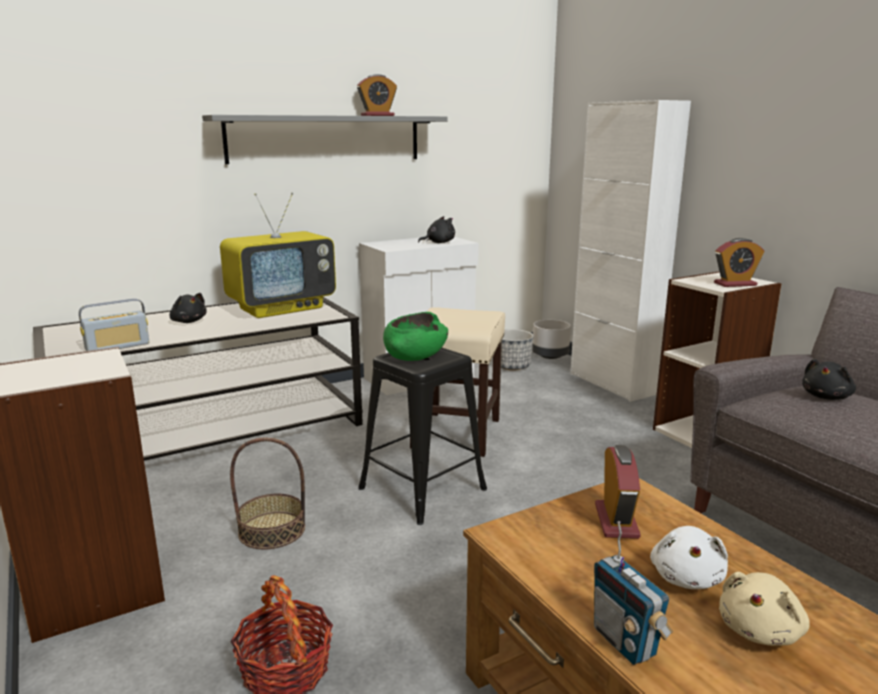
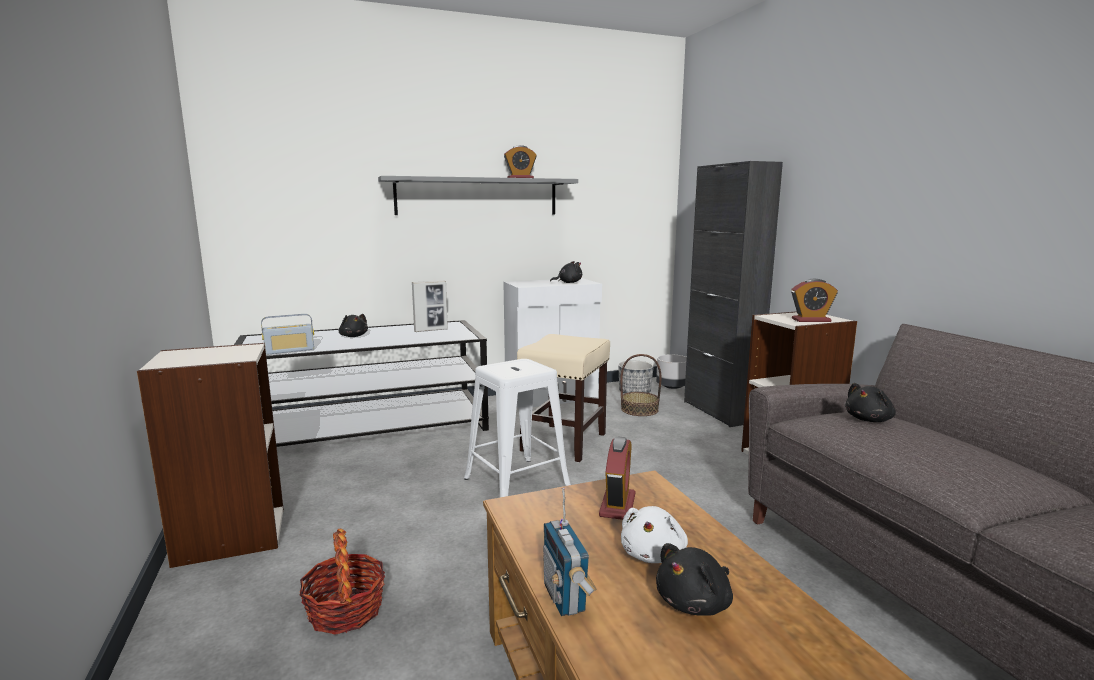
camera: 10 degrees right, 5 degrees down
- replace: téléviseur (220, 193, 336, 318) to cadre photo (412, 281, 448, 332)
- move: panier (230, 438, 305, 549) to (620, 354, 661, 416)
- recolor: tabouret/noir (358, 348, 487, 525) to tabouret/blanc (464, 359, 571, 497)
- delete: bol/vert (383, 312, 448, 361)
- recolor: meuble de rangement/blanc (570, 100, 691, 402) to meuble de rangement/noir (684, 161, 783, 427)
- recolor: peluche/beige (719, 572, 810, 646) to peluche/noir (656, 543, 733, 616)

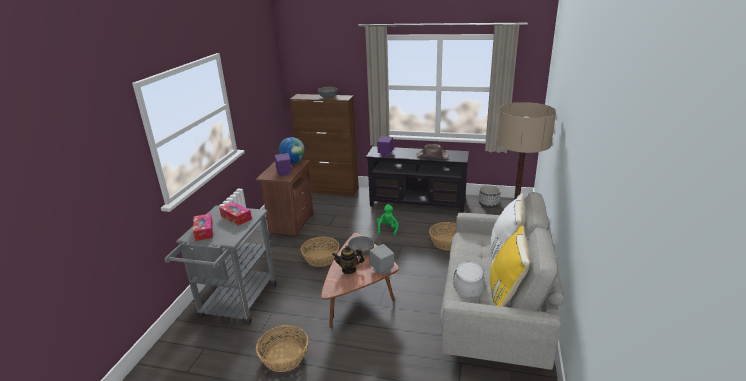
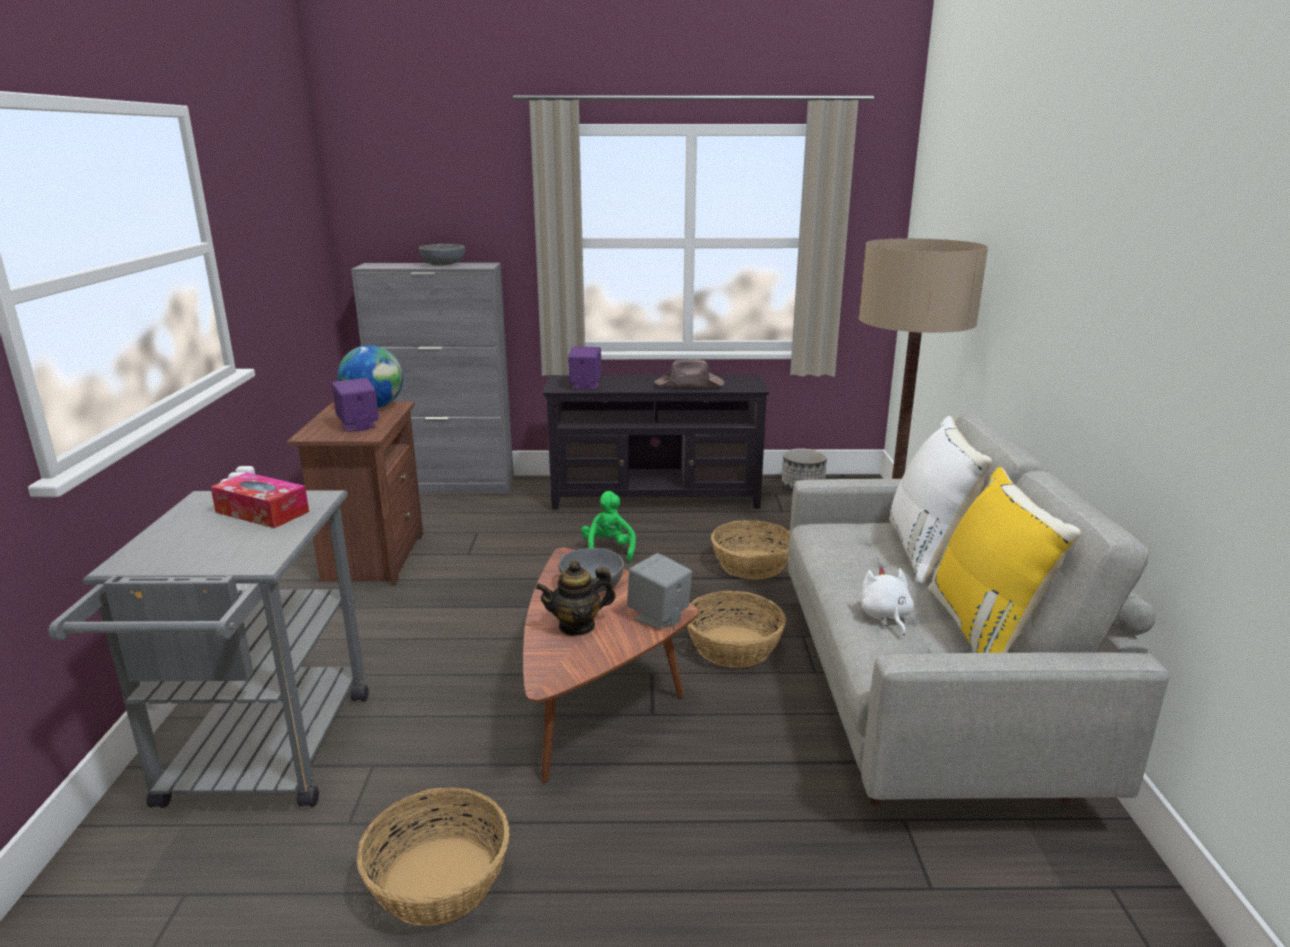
camera: 15 degrees left, 5 degrees down
- delete: boîte à mouchoirs (193, 213, 213, 241)
- recolor: meuble de rangement/marron (290, 94, 359, 196) to meuble de rangement/gris (351, 263, 514, 493)
- move: panier (301, 236, 340, 267) to (687, 591, 786, 668)
- replace: chapeau/gris (453, 262, 485, 297) to peluche/blanc (860, 566, 914, 635)

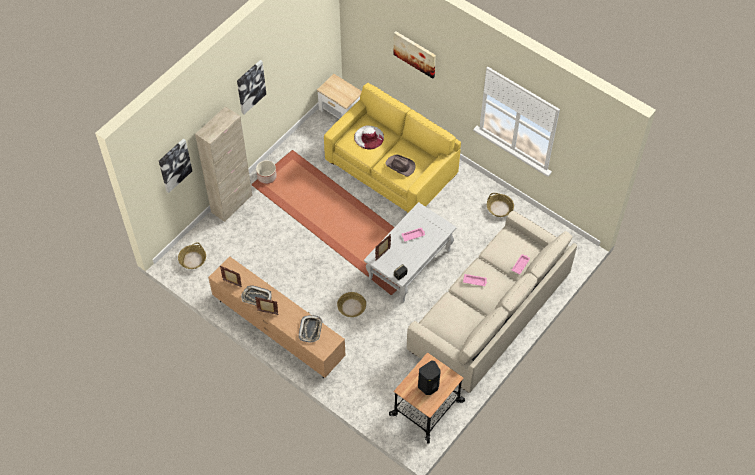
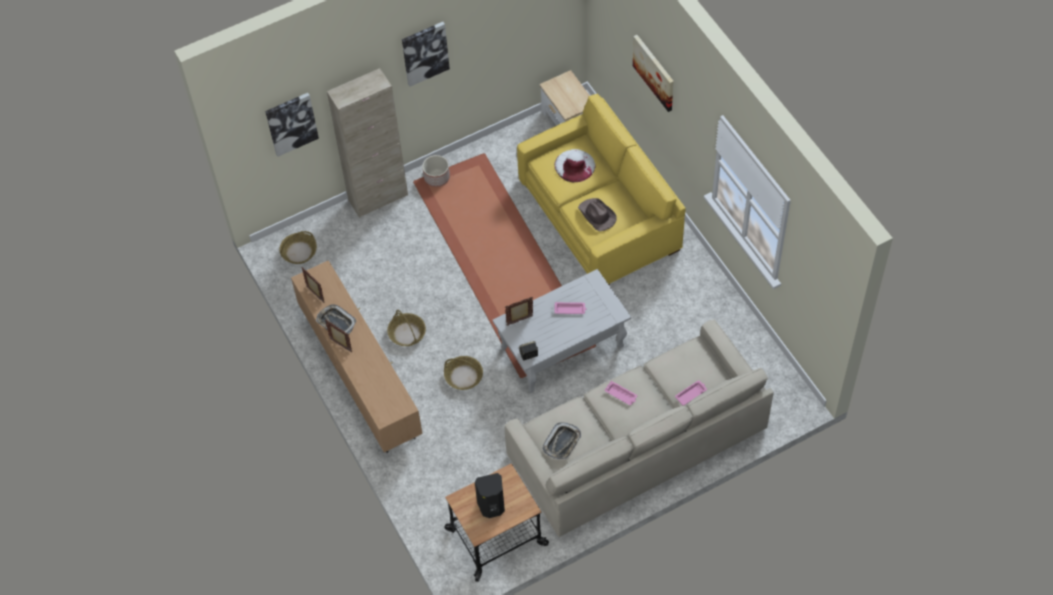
camera: 25 degrees right, 0 degrees up
- move: plateau (299, 315, 323, 343) to (543, 422, 581, 459)
- move: panier (487, 193, 514, 217) to (387, 310, 426, 346)

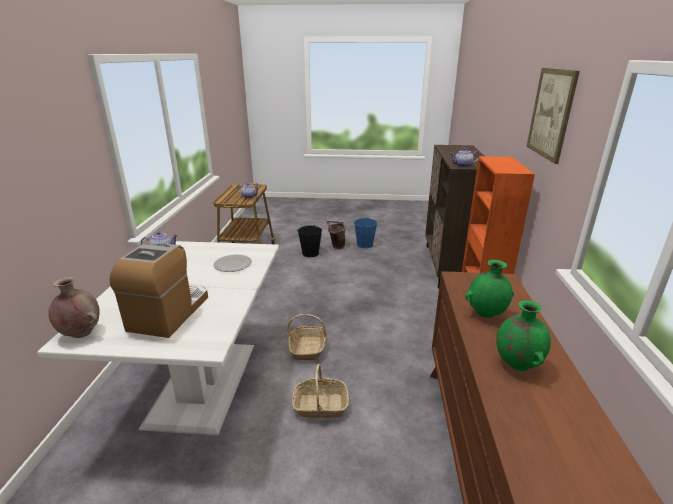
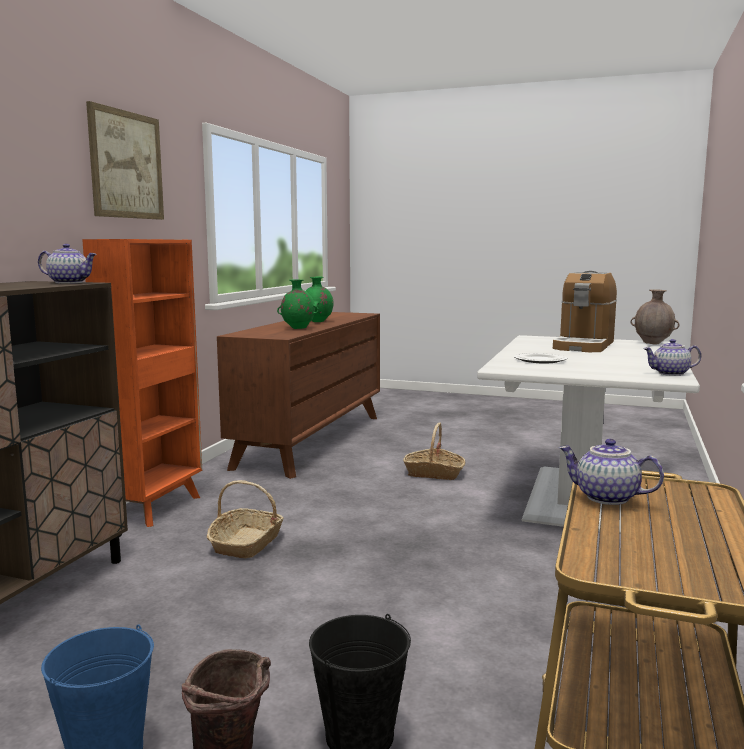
camera: 165 degrees left, 15 degrees down
- move: panier (287, 314, 327, 361) to (207, 480, 284, 558)

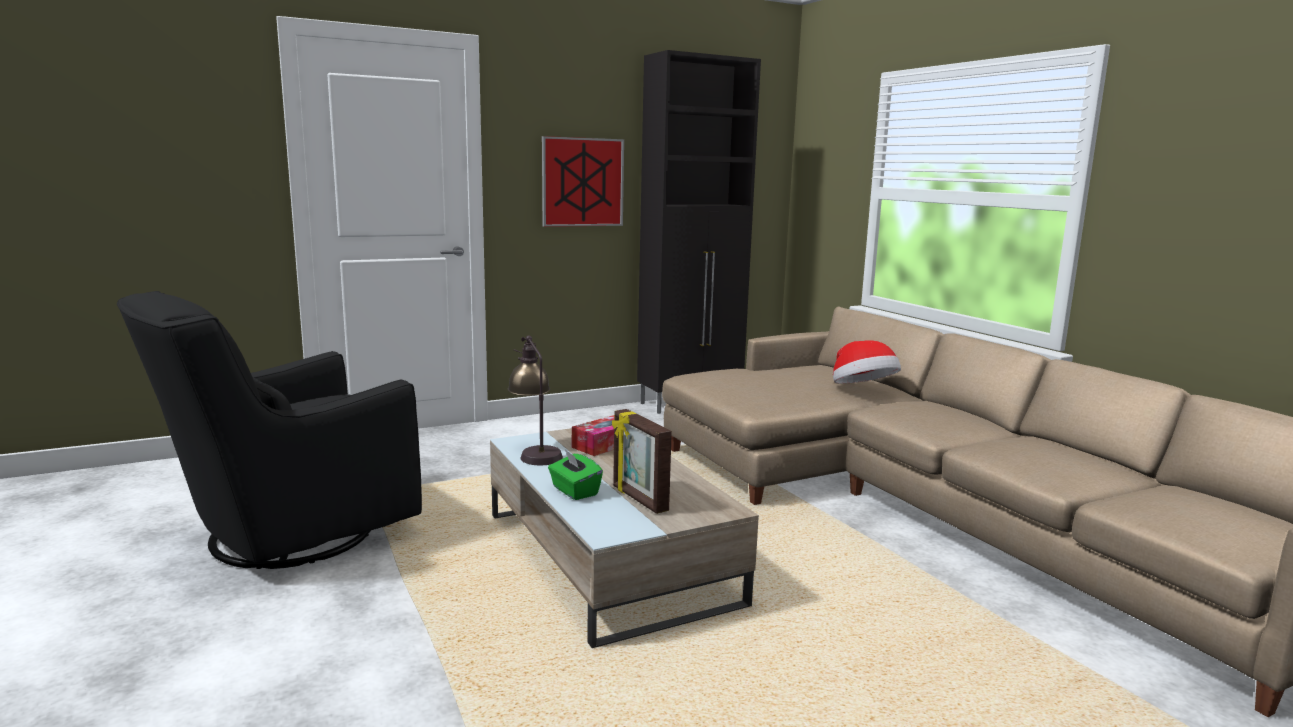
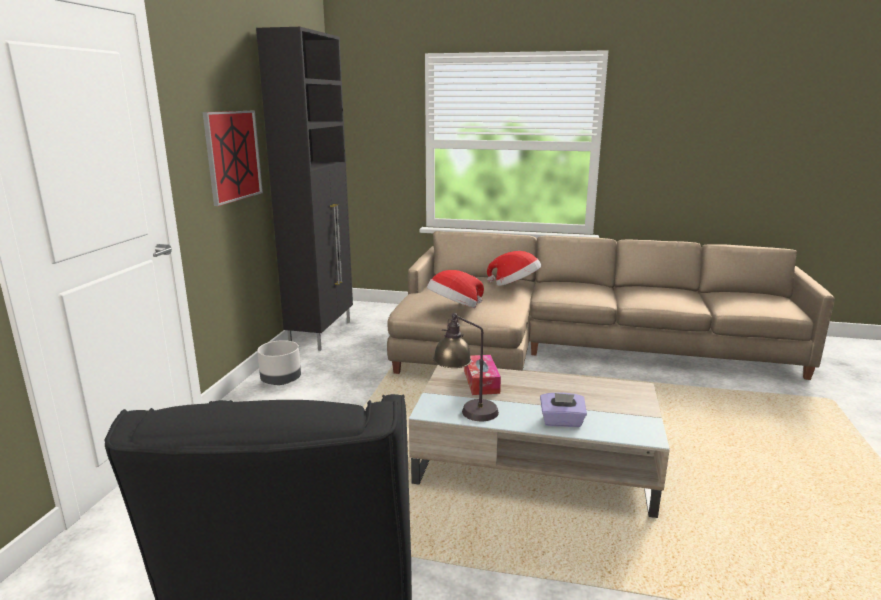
camera: 50 degrees left, 5 degrees up
- recolor: boîte à mouchoirs/vert (548, 450, 603, 500) to boîte à mouchoirs/violet (540, 392, 587, 427)
- delete: cadre photo (612, 409, 672, 514)
- insert: cache-pot/gris (257, 340, 301, 385)
- insert: chapeau (427, 270, 484, 308)

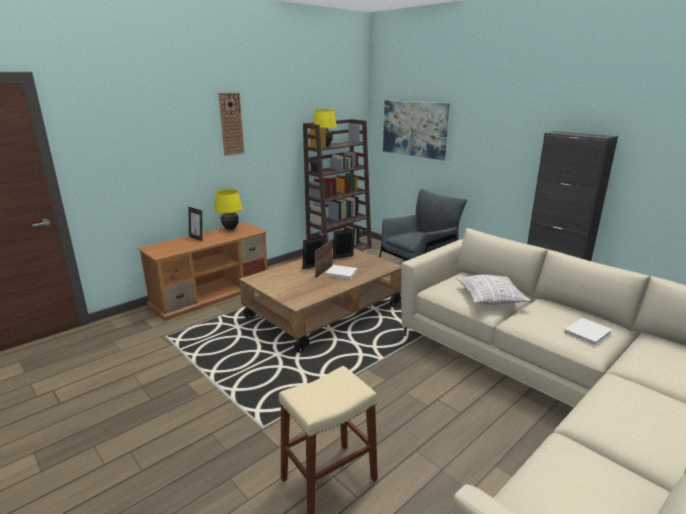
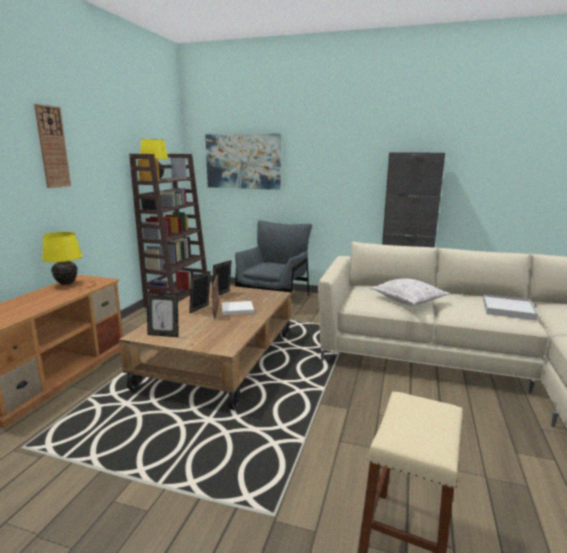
camera: 30 degrees left, 5 degrees down
- move: cadre photo (188, 207, 202, 241) to (146, 292, 179, 337)
- replace: livre/blanc (564, 318, 613, 346) to plateau/blanc (483, 294, 538, 320)

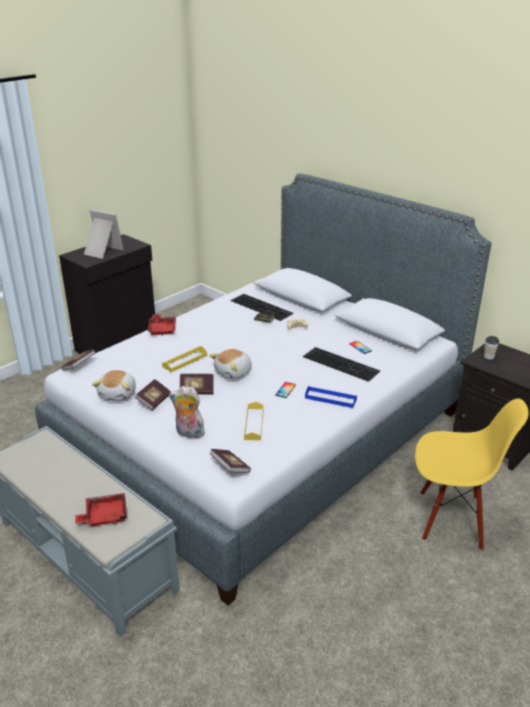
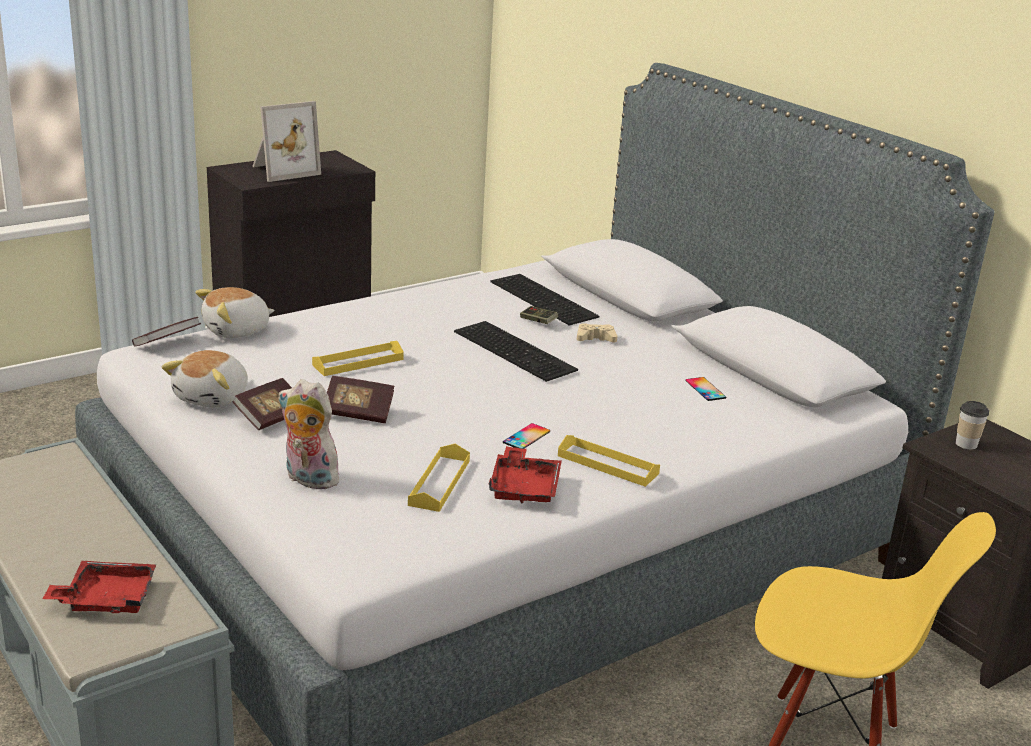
camera: 10 degrees right, 5 degrees down
- rotate: cadre photo (84, 209, 124, 259) = (252, 101, 321, 182) 105 degrees clockwise
- move: plateau/rouge (148, 315, 176, 336) to (489, 446, 562, 504)
- move: peluche (209, 349, 252, 379) to (196, 287, 275, 338)
- delete: livre (210, 449, 251, 473)
- move: clavier (303, 347, 380, 382) to (454, 321, 578, 382)
- recolor: plateau/bleu (305, 386, 357, 408) to plateau/jaune (558, 435, 660, 487)

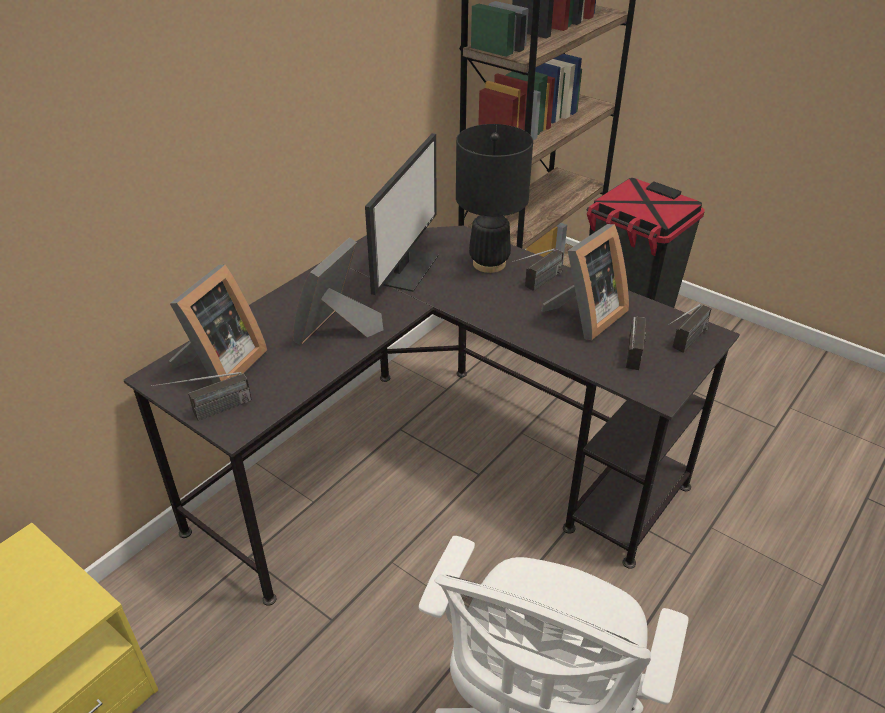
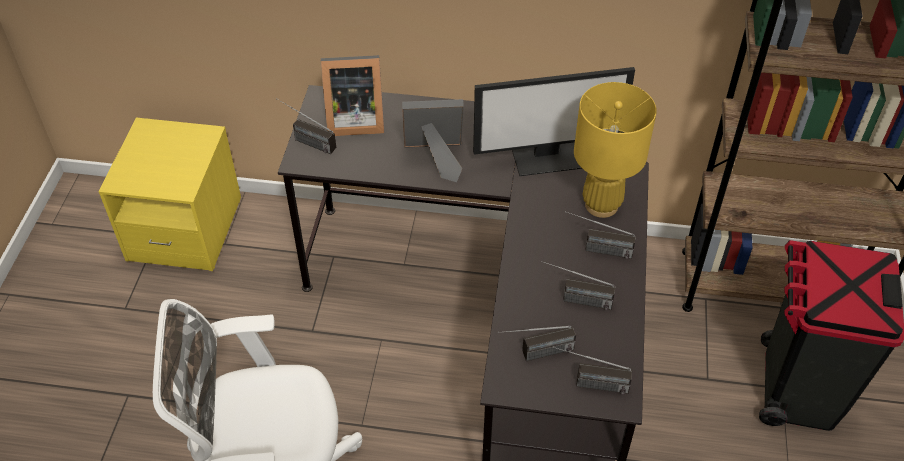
camera: 60 degrees right, 10 degrees up
- recolor: lampe de table/noir (456, 124, 533, 273) to lampe de table/jaune (574, 82, 657, 218)
- replace: cadre photo (541, 224, 629, 340) to radio (541, 261, 615, 310)

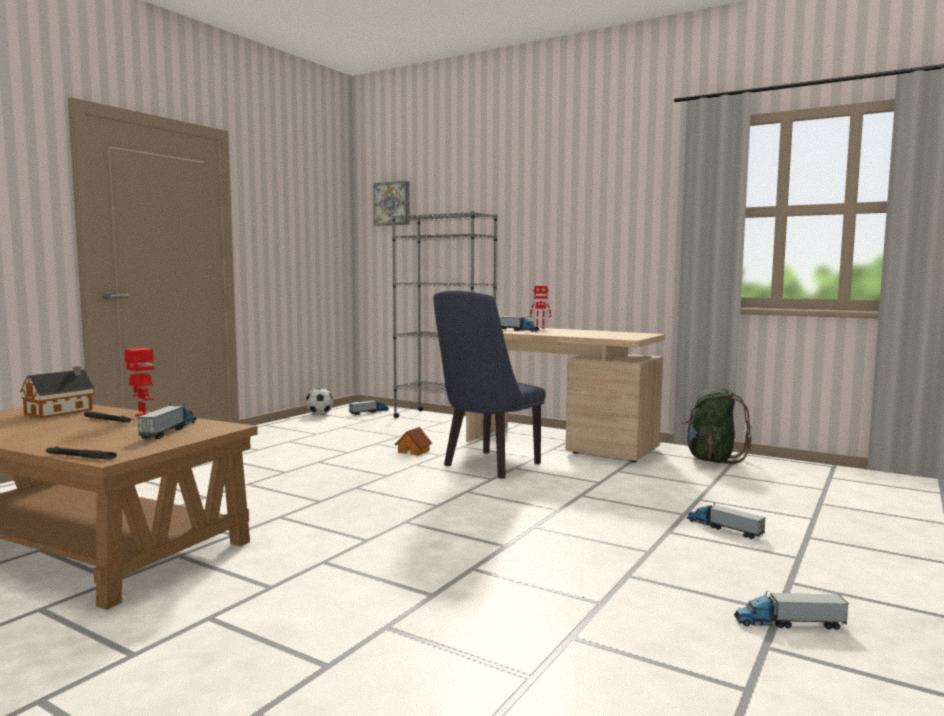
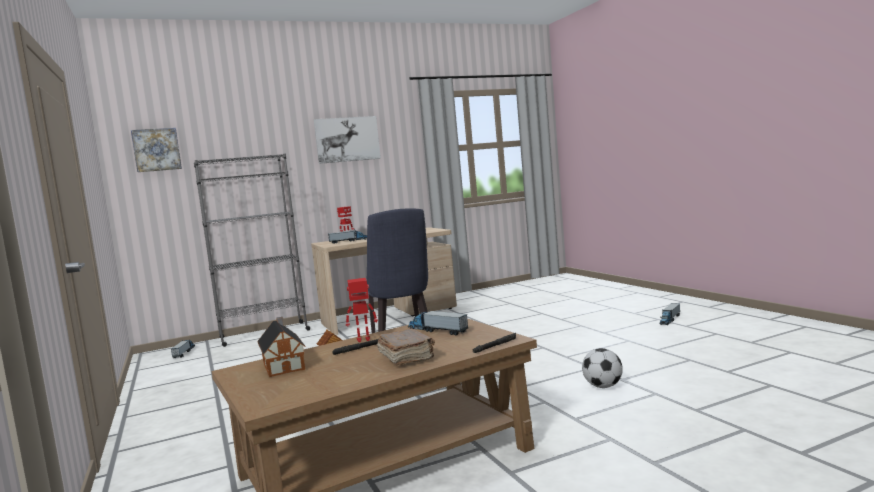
camera: 55 degrees left, 0 degrees up
- move: ballon de foot (306, 388, 333, 415) to (582, 348, 623, 388)
- delete: sac à dos/vert (681, 388, 752, 464)
- delete: camion jouet (687, 503, 766, 539)
- insert: tableau (314, 116, 381, 164)
- insert: livre/marron (377, 328, 435, 365)

